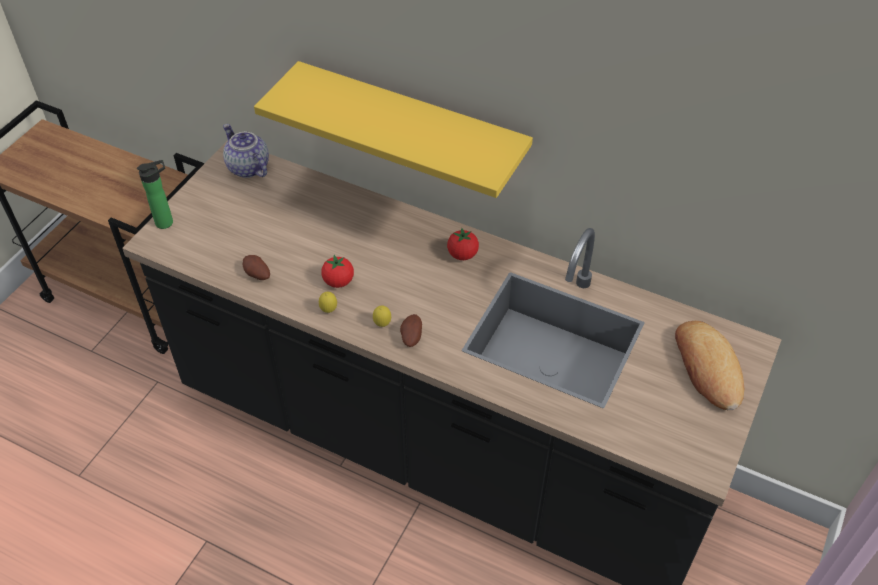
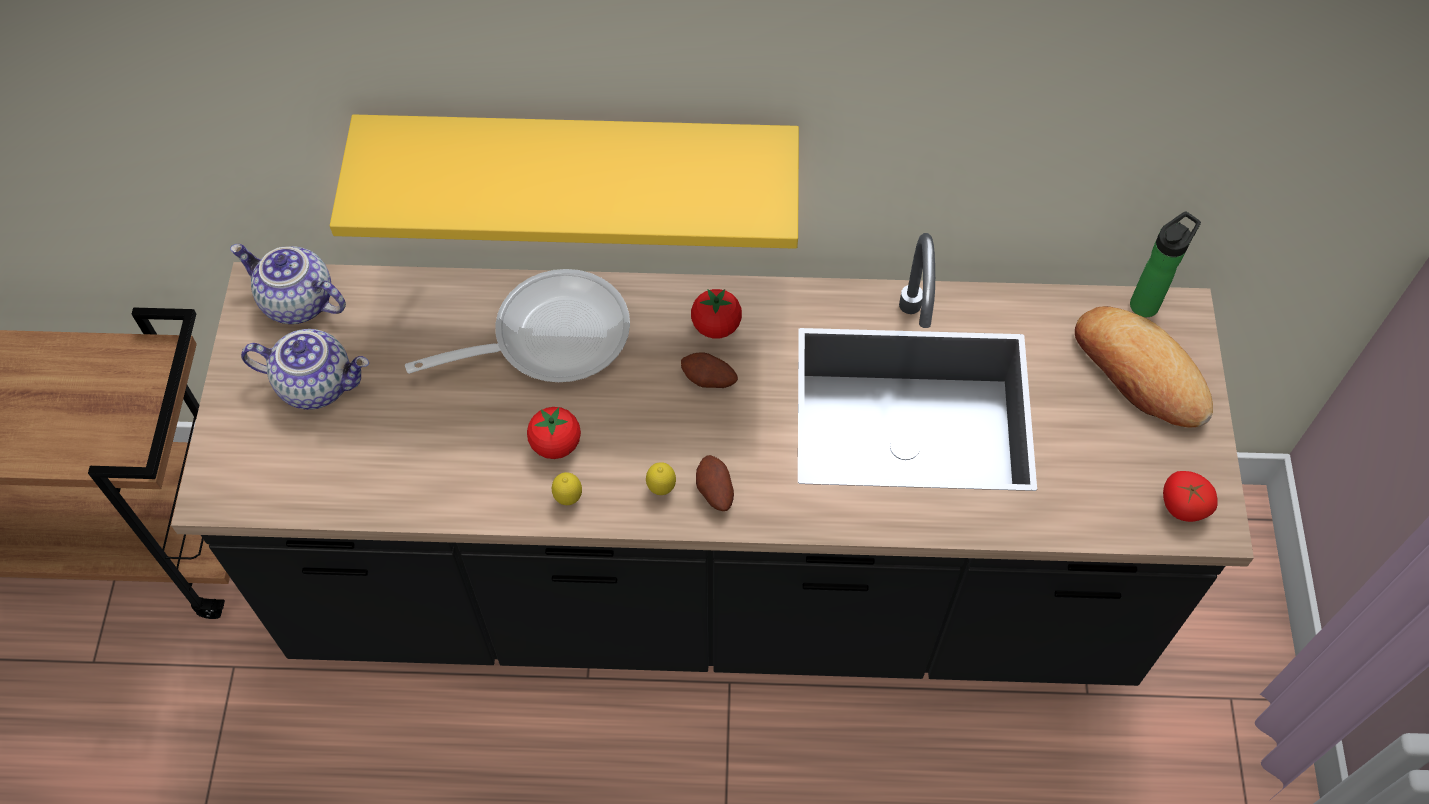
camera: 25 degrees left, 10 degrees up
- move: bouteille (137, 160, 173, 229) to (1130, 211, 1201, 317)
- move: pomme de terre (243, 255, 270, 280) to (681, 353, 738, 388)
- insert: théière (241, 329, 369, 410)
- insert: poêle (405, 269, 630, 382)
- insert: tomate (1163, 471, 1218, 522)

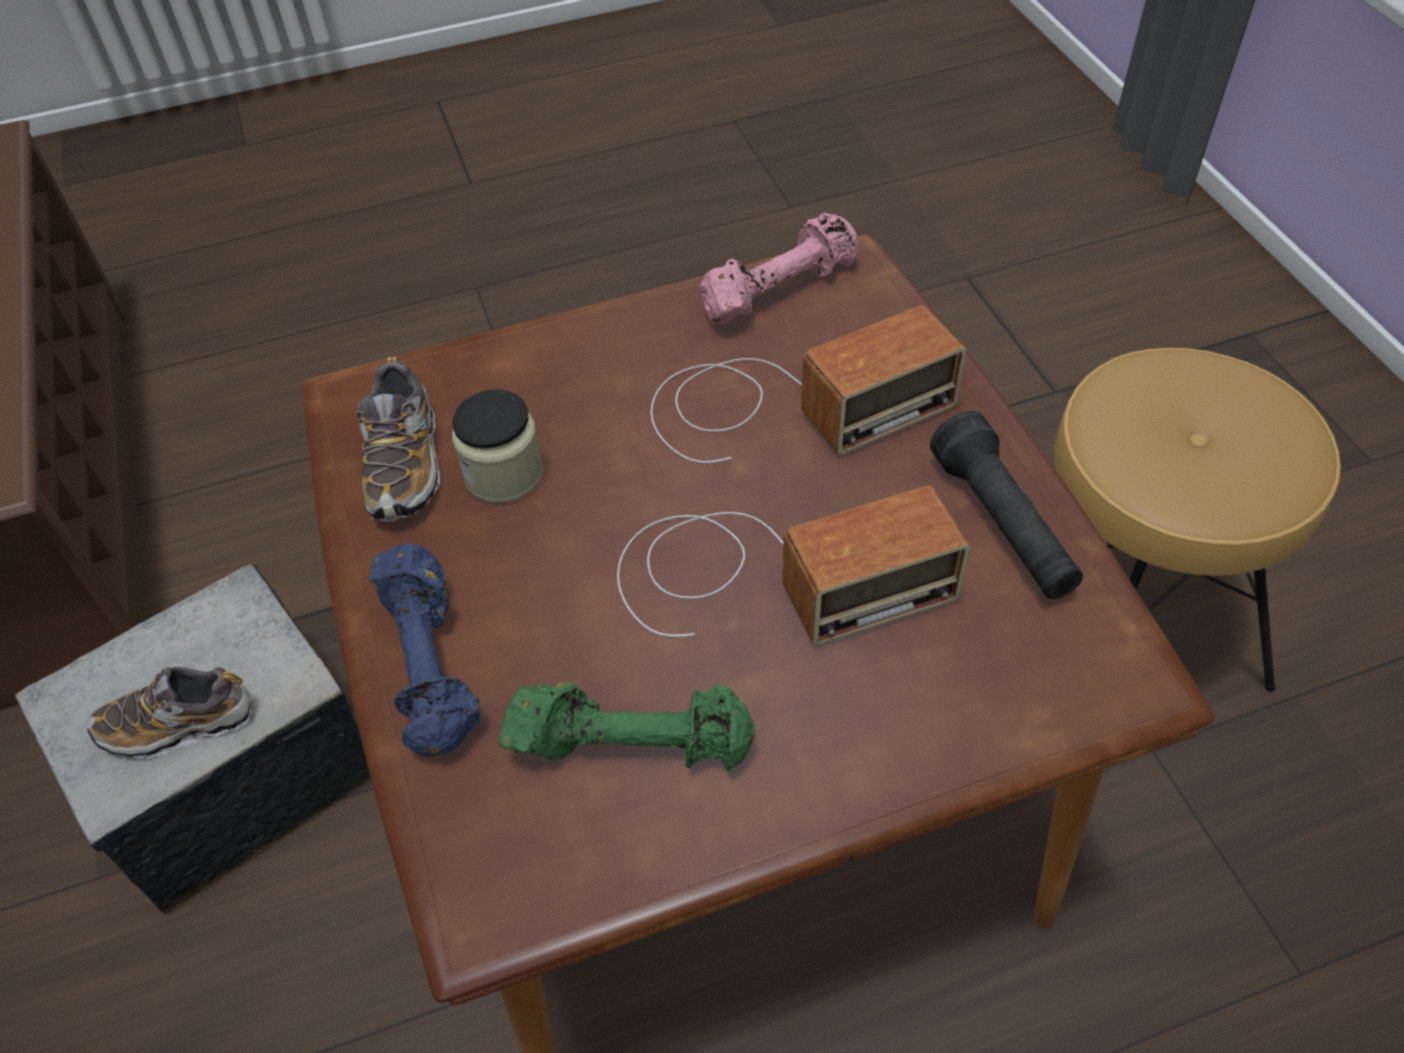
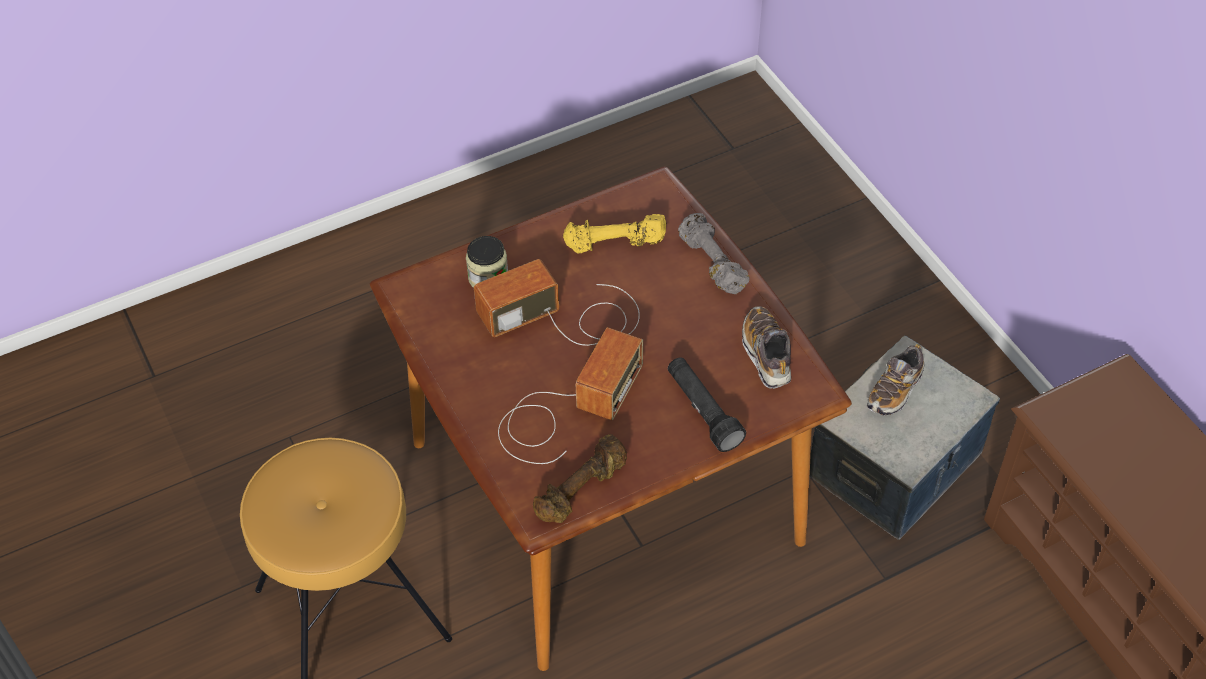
camera: 170 degrees right, 0 degrees up
- rotate: chaussure (87, 667, 252, 758) = (867, 344, 924, 416) 150 degrees clockwise
- recolor: haltère/bleu (370, 543, 480, 757) to haltère/gris (678, 213, 750, 294)
- move: bocal (452, 389, 543, 503) to (466, 236, 508, 288)
- recolor: haltère/vert (499, 682, 755, 771) to haltère/jaune (563, 214, 667, 254)
- rotate: radio (651, 305, 967, 463) = (498, 327, 643, 464) 150 degrees clockwise
- recolor: haltère/rose (699, 212, 858, 325) to haltère/marron (533, 434, 627, 523)
- move: lampe de poche/noir (930, 411, 1083, 599) to (668, 357, 746, 452)

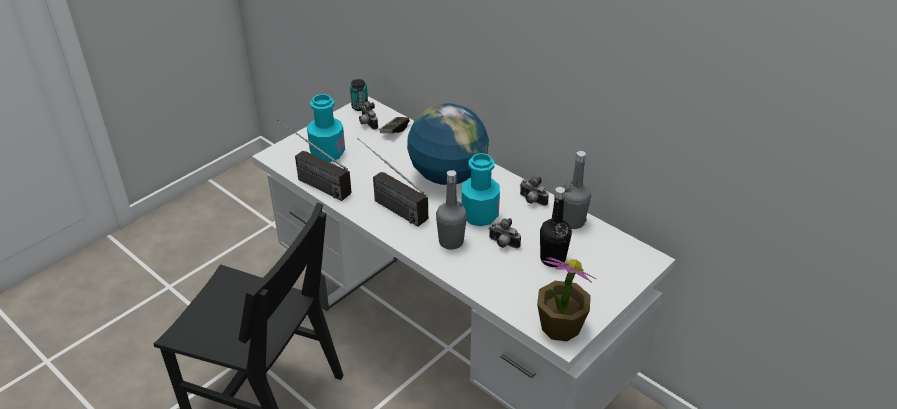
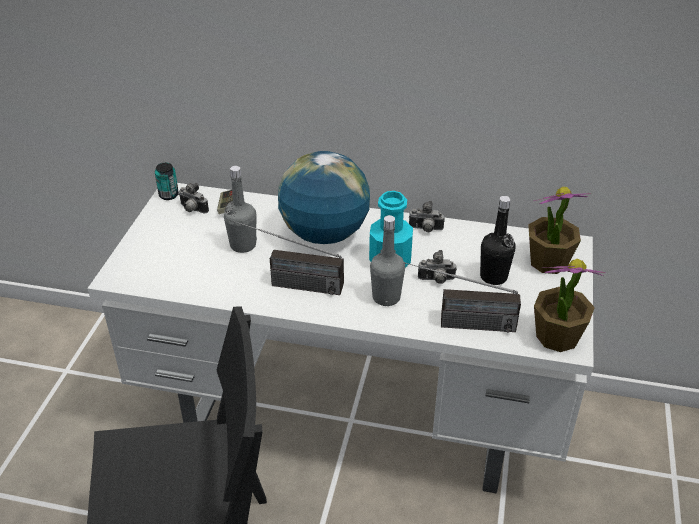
camera: 30 degrees left, 0 degrees up
- move: radio (277, 120, 352, 201) to (404, 262, 521, 333)
- delete: bouteille/turquoise (307, 94, 345, 162)
- move: bouteille/gris (563, 151, 591, 229) to (224, 166, 257, 253)
- insert: plante en pot (528, 187, 592, 274)

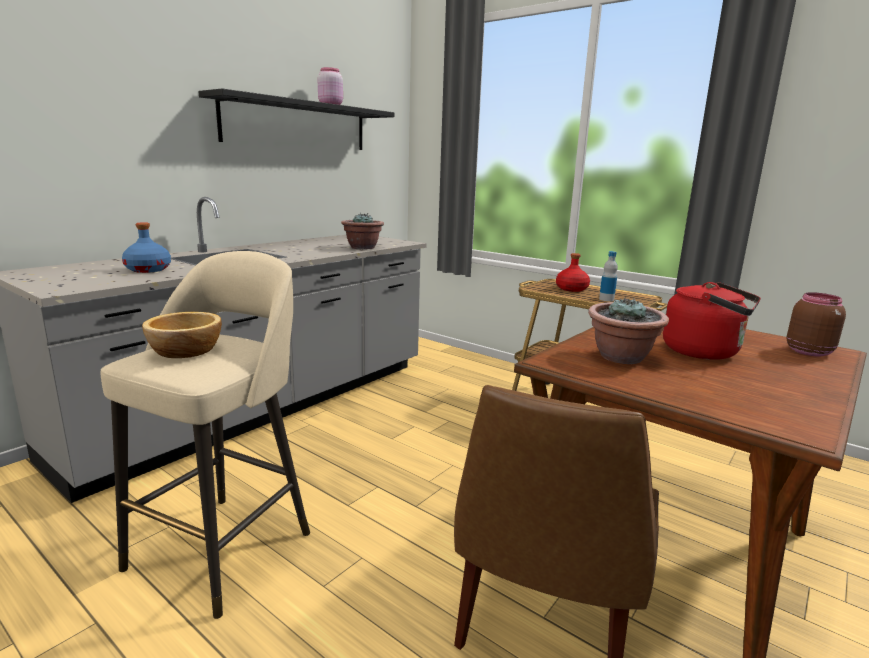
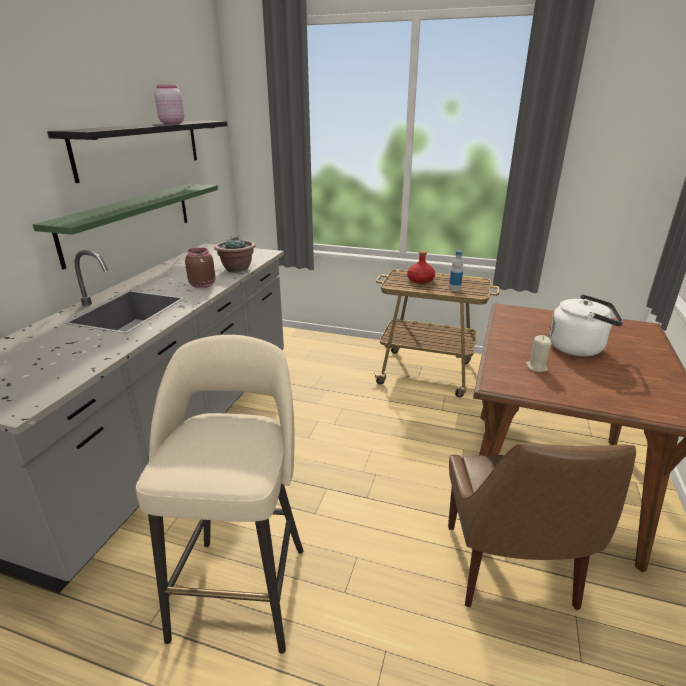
camera: 20 degrees left, 10 degrees up
- delete: bouteille/bleu (122, 222, 171, 273)
- delete: bol (142, 312, 222, 358)
- replace: plante en pot (588, 297, 669, 364) to bougie/beige (526, 335, 551, 372)
- recolor: bouilloire/rouge (663, 282, 761, 360) to bouilloire/blanc (549, 294, 623, 356)
- move: bocal/marron (787, 292, 846, 357) to (185, 248, 215, 288)
- insert: étagère/vert (33, 184, 218, 269)

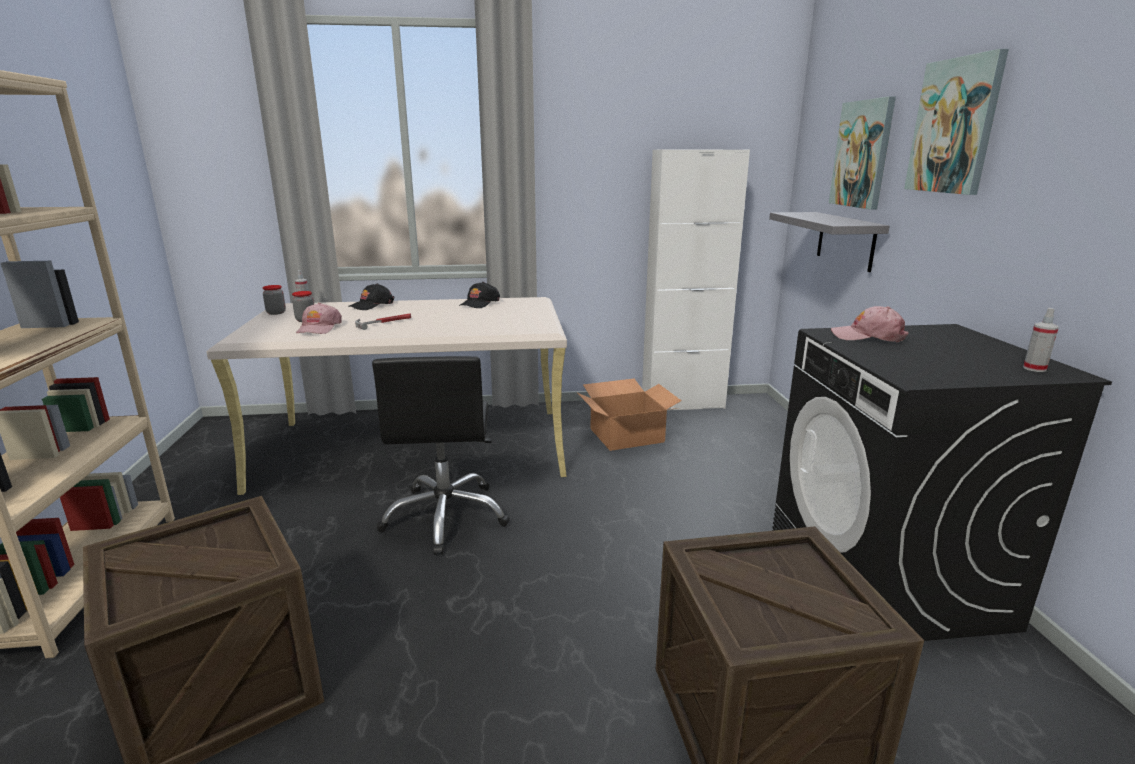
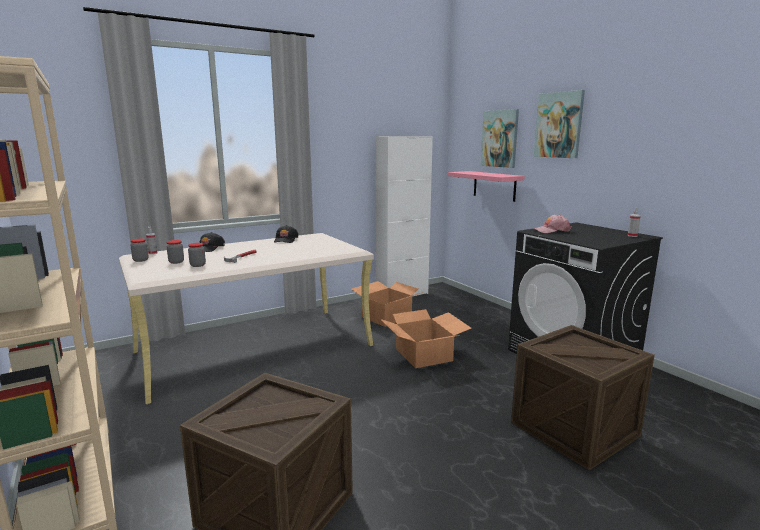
camera: 25 degrees left, 5 degrees down
- replace: casquette/rose (296, 303, 342, 334) to bocal (188, 243, 206, 267)
- delete: chaise de bureau/noir (372, 356, 510, 555)
- recolor: étagère/gris (769, 212, 890, 272) to étagère/rose (448, 171, 525, 202)
- insert: carton (380, 309, 472, 368)

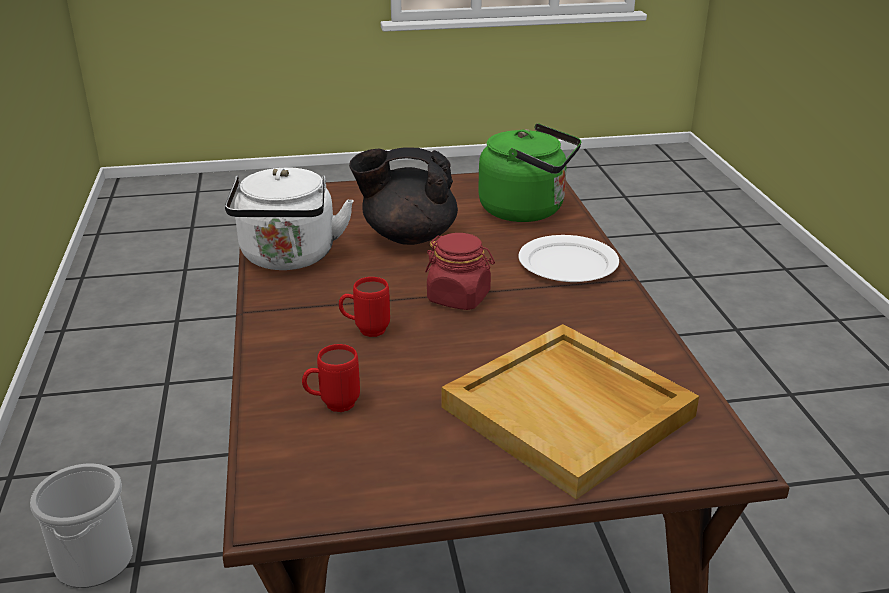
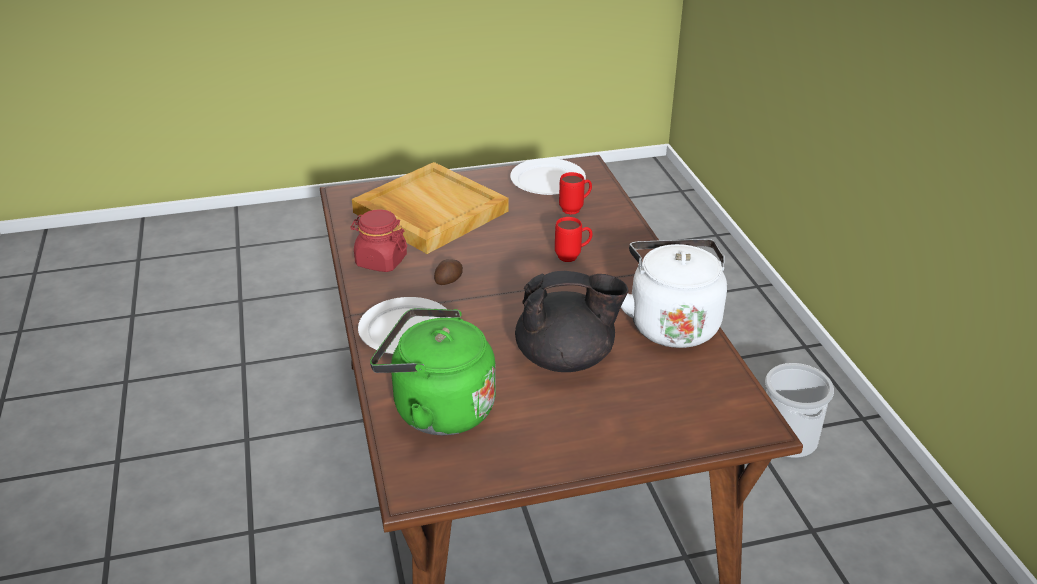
camera: 175 degrees right, 5 degrees up
- move: bocal/rouge (425, 233, 495, 310) to (350, 210, 407, 272)
- insert: pomme de terre (434, 259, 463, 285)
- insert: assiette/blanc (510, 158, 586, 195)

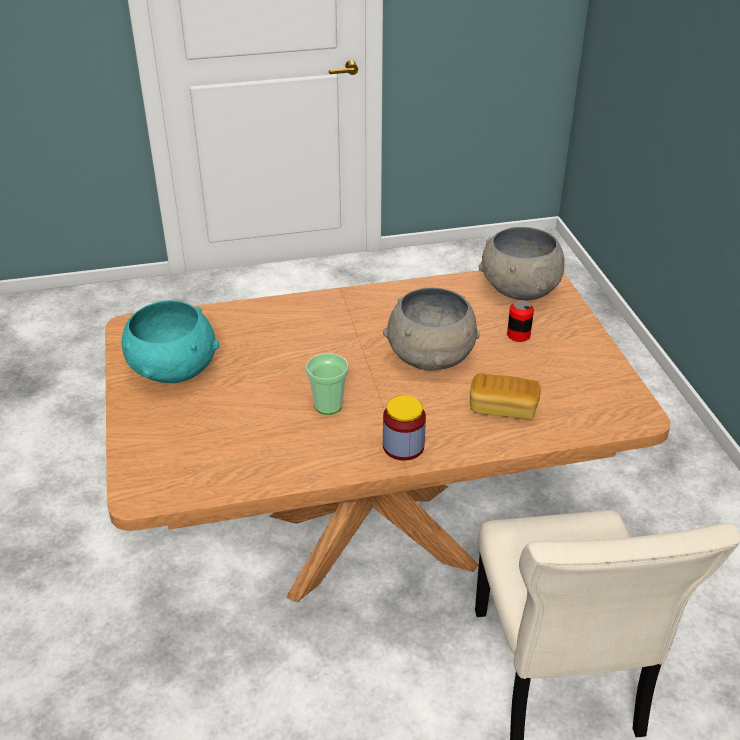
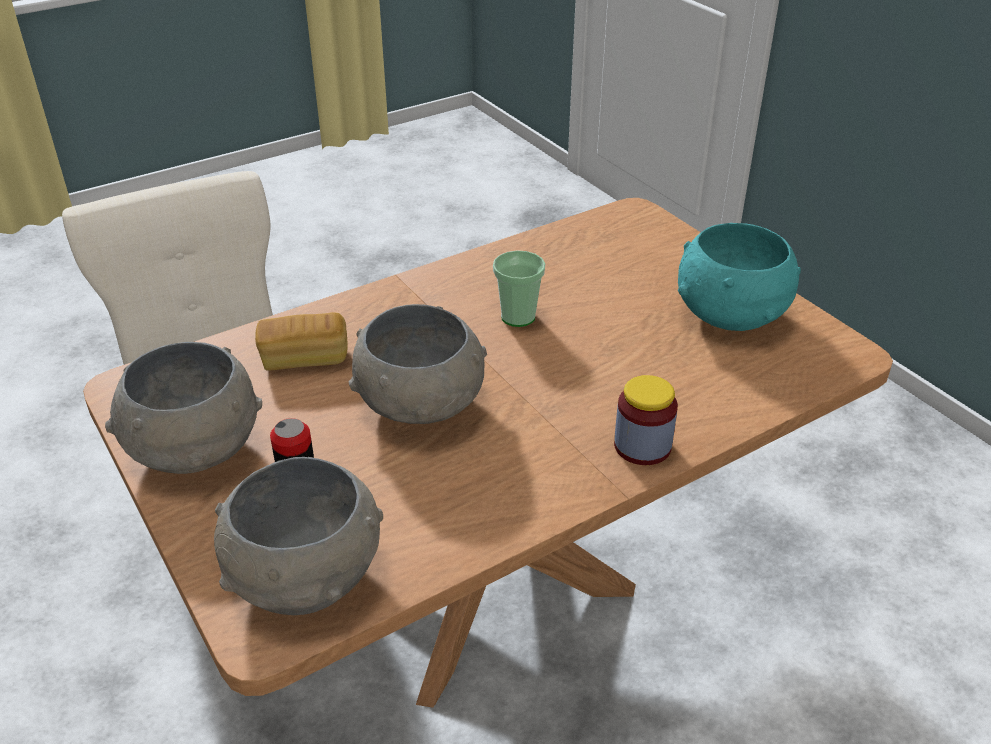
camera: 160 degrees right, 0 degrees up
- move: bocal (383, 395, 426, 461) to (614, 375, 678, 465)
- insert: bol/gris (105, 342, 262, 474)

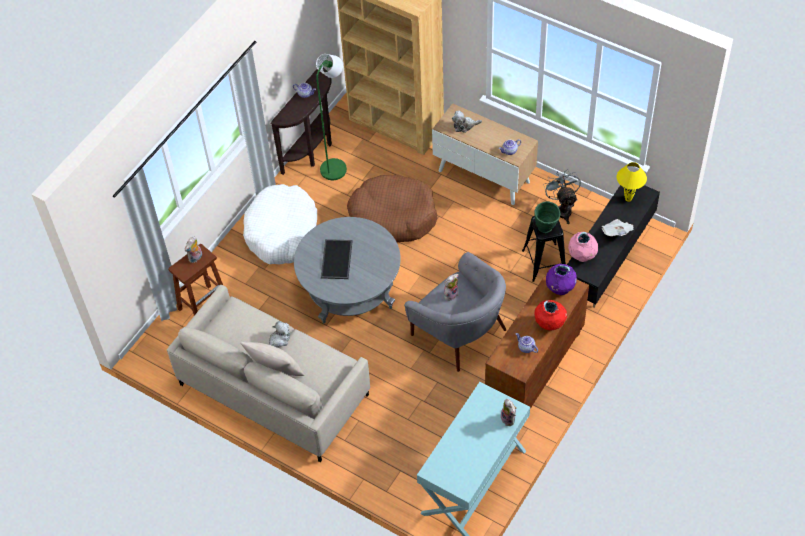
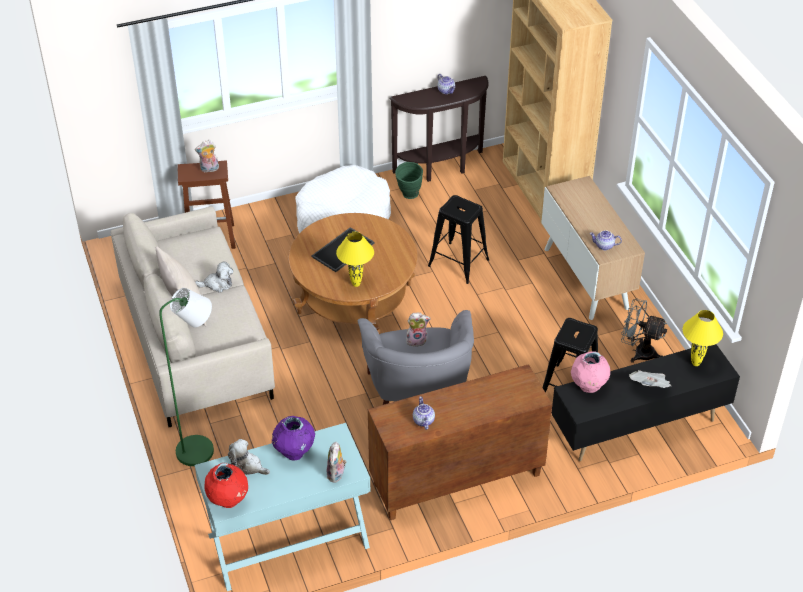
camera: 35 degrees right, 10 degrees down
- recolor: table basse/gris (294, 217, 401, 323) to table basse/marron (288, 213, 418, 330)
- move: lampadaire/vert (316, 54, 347, 180) to (159, 288, 214, 466)
- replace: panier pour chien/marron (347, 175, 437, 243) to tabouret/noir (428, 195, 489, 284)
- move: peluche (452, 111, 482, 133) to (228, 439, 270, 475)
- move: vase/rouge (534, 300, 567, 330) to (204, 463, 248, 508)
- move: vase/vert (535, 201, 560, 233) to (395, 162, 423, 199)
- rotate: ventilateur/gris (543, 169, 581, 224) = (621, 298, 667, 363) 90 degrees counterclockwise
- move: vase/violet (546, 264, 577, 295) to (272, 416, 315, 461)
- insert: lampe de table/jaune (336, 232, 374, 287)

